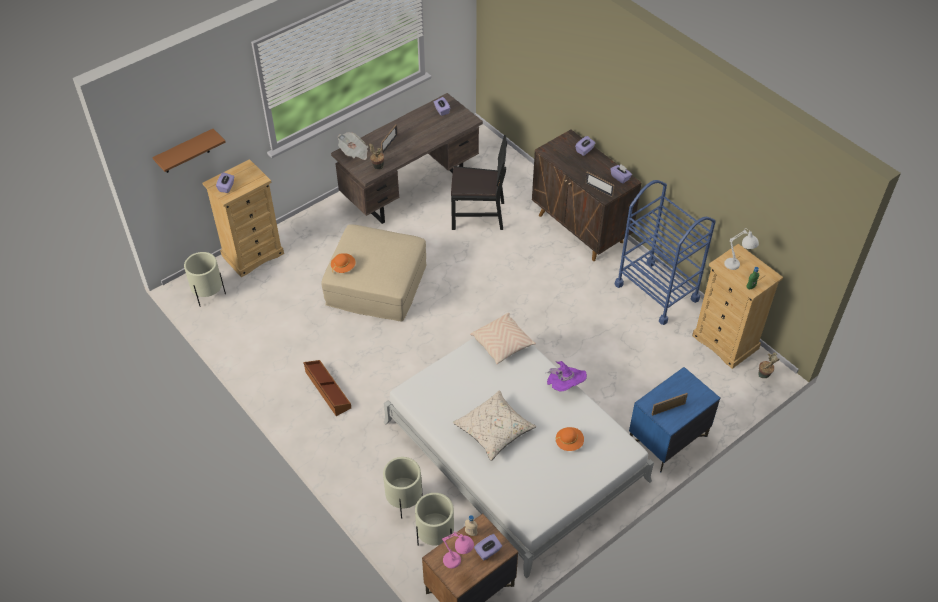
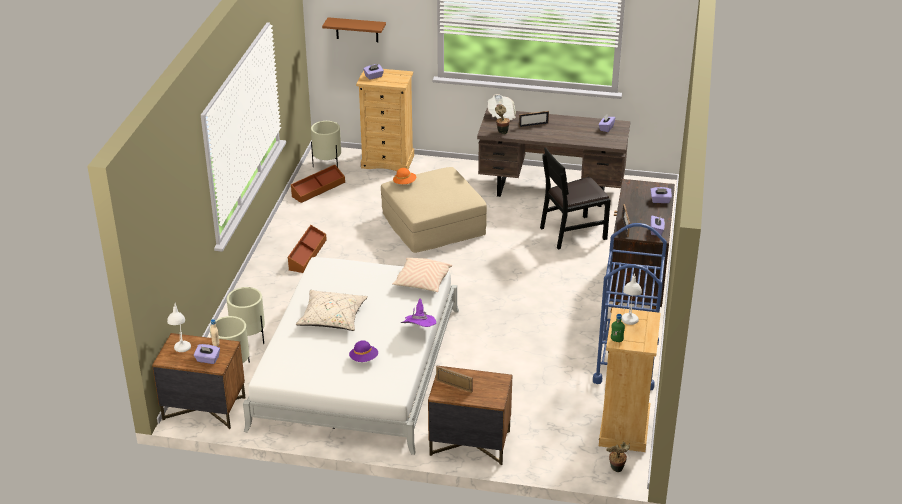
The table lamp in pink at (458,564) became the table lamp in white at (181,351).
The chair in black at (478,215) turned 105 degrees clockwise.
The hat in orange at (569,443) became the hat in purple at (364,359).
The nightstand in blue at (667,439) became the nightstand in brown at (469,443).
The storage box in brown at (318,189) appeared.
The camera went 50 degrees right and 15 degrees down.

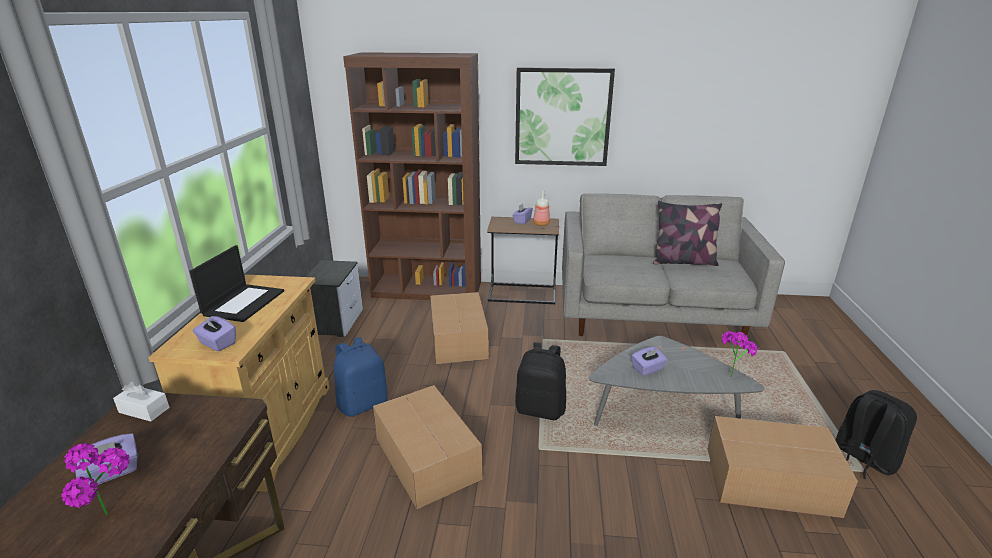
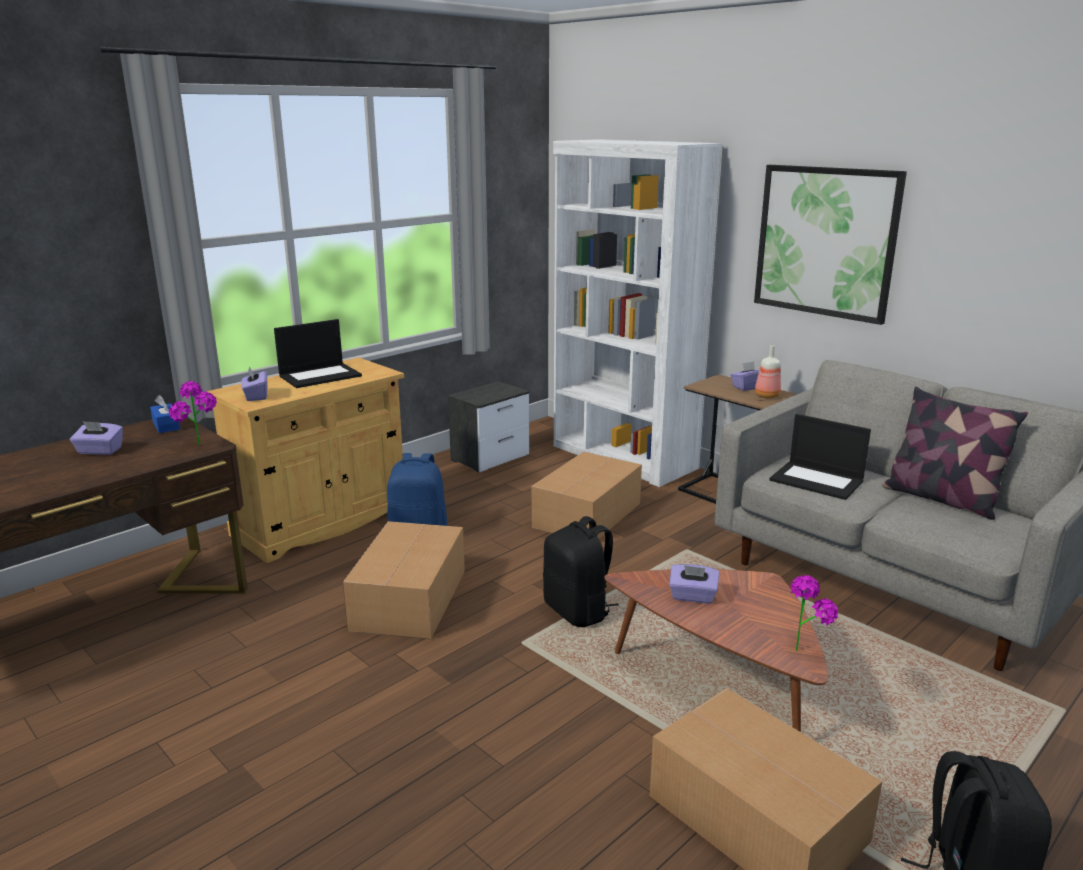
The potted plant moved from (114,517) to (200,447).
The tissue box in white at (144,410) became the tissue box in blue at (166,425).
The bookcase in brown at (427,290) became the bookcase in white at (623,457).
The coffee table in grey at (662,414) became the coffee table in brown at (720,683).
The laptop at (818,480) appeared.
The camera went 40 degrees right and 5 degrees down.

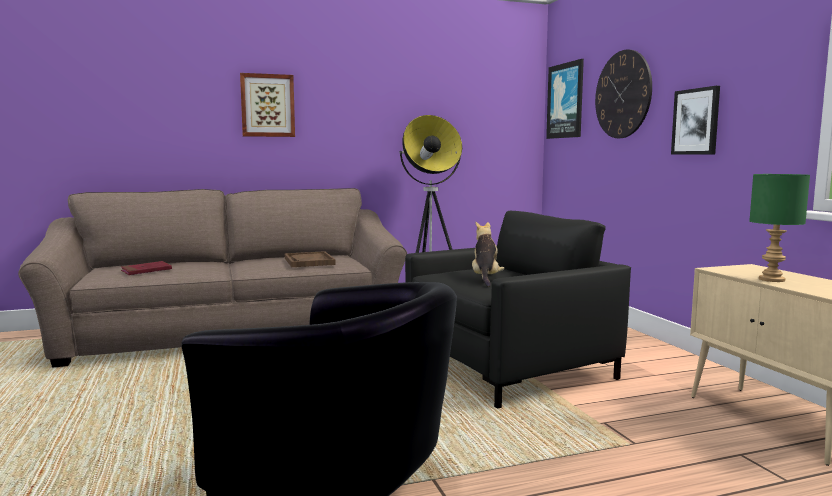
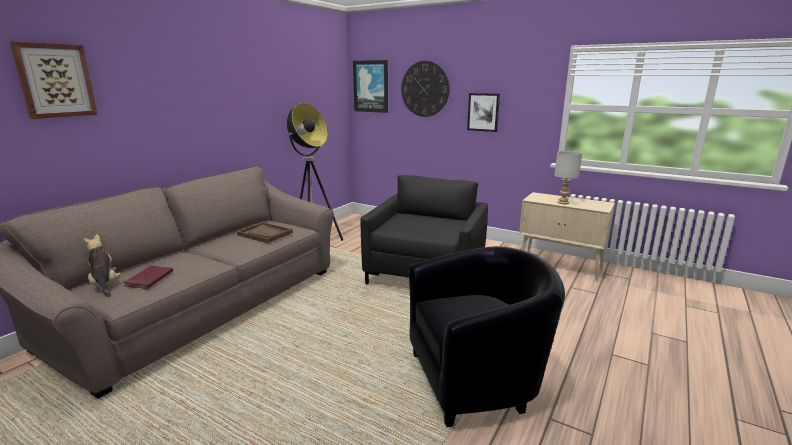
The picture moved from (267,105) to (55,81).
The plush toy moved from (485,278) to (105,284).
The table lamp in green at (771,279) became the table lamp in grey at (562,202).
The camera went 40 degrees left and 10 degrees up.

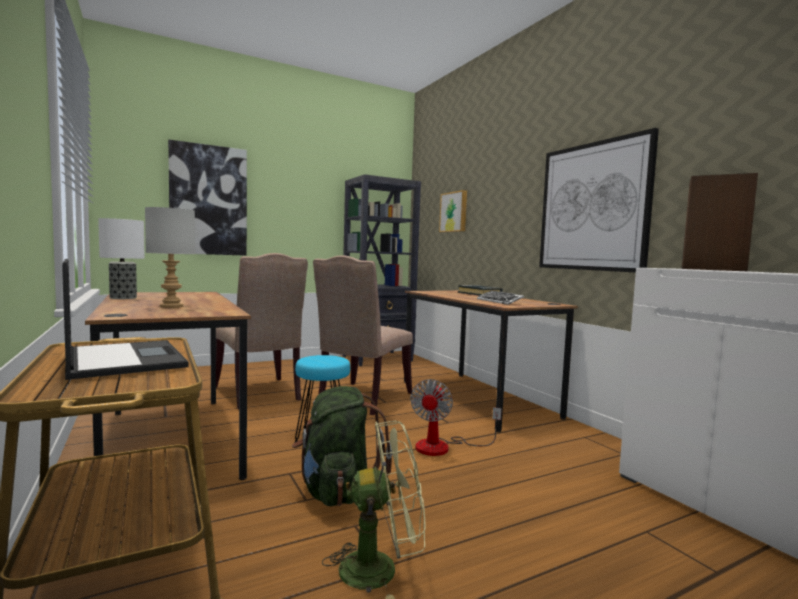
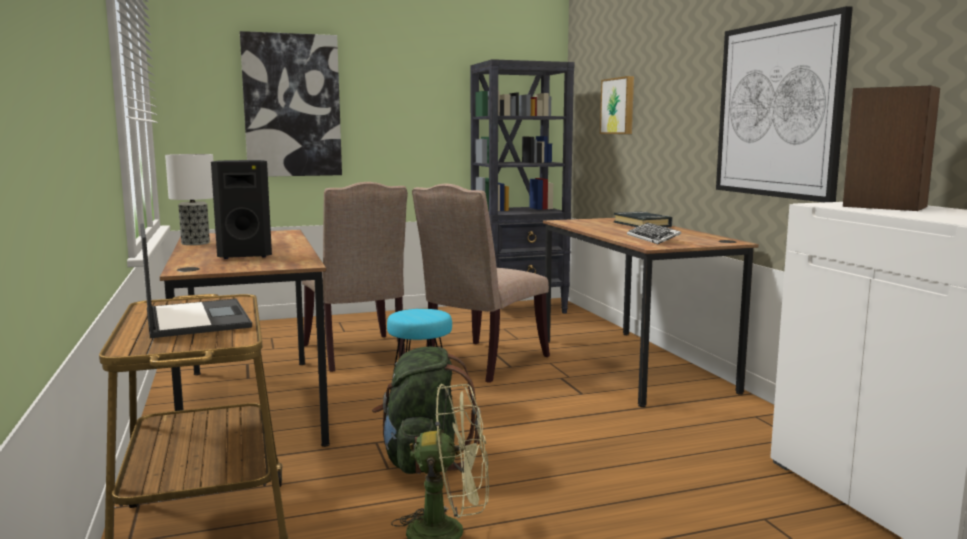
The table lamp in grey at (172,306) was replaced by the speaker in black at (246,255).
The fan at (443,447) disappeared.
The camera went 10 degrees right and 5 degrees up.

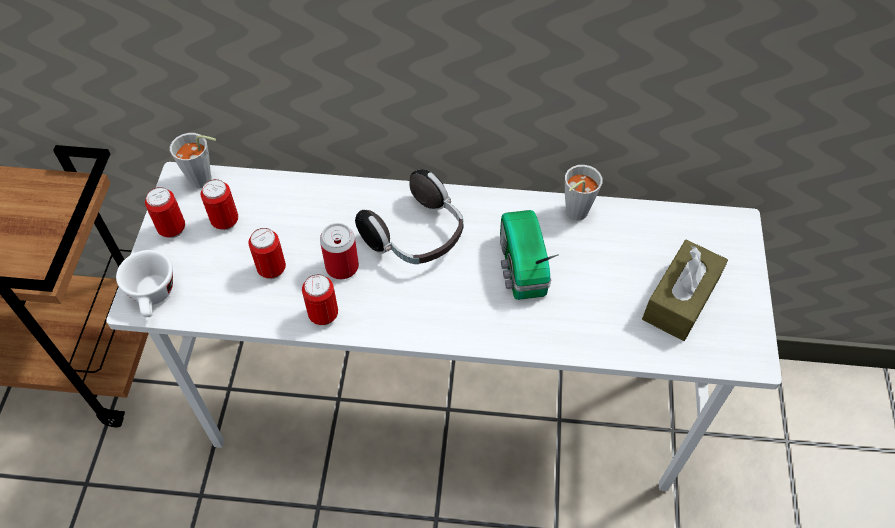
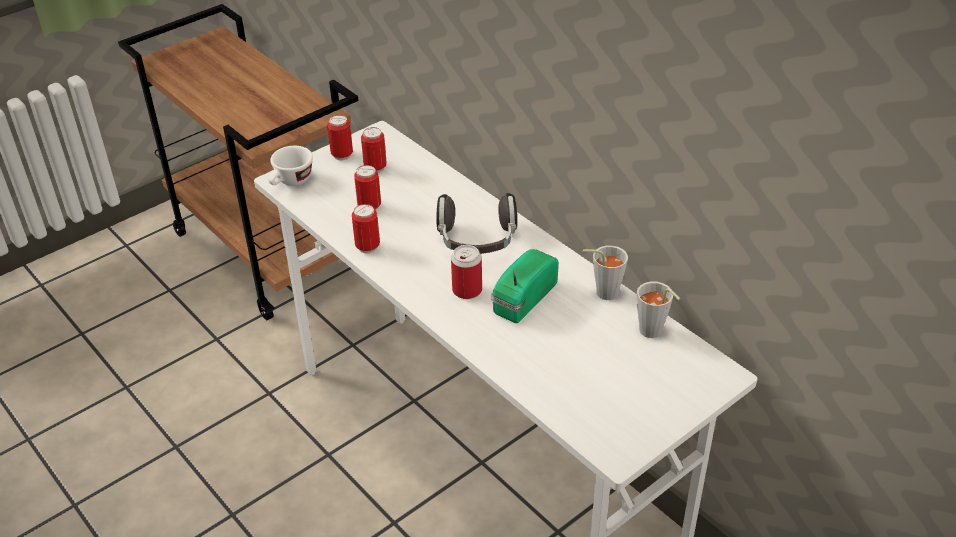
The cup in grey moved from (205,181) to (653,333).
The can moved from (342,266) to (467,290).
The tissue box in brown at (680,299) disappeared.
The camera went 45 degrees right and 15 degrees down.

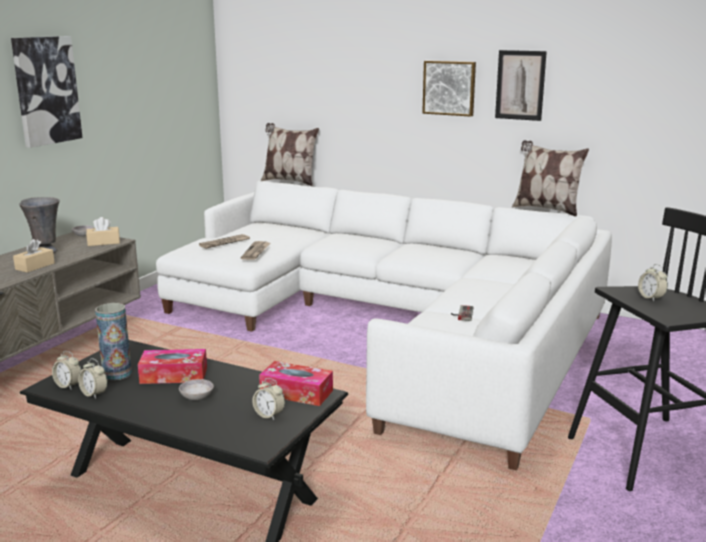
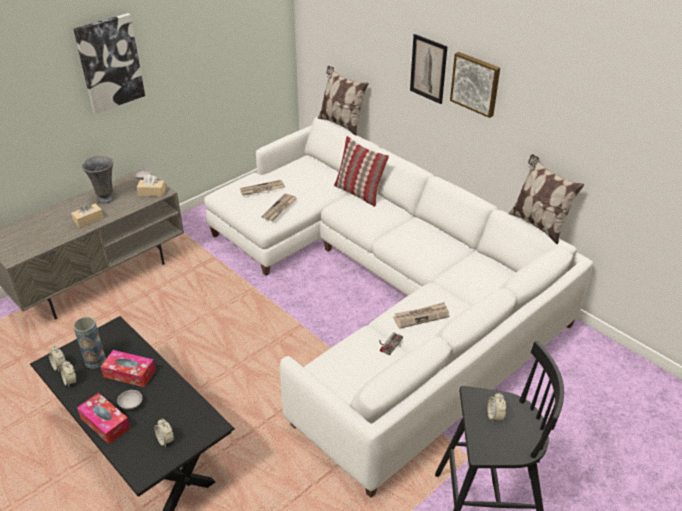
The tissue box moved from (296,392) to (105,423).
The picture moved from (520,85) to (428,69).
The pillow at (359,193) appeared.
The newspaper at (421,316) appeared.
The camera went 20 degrees right and 20 degrees up.

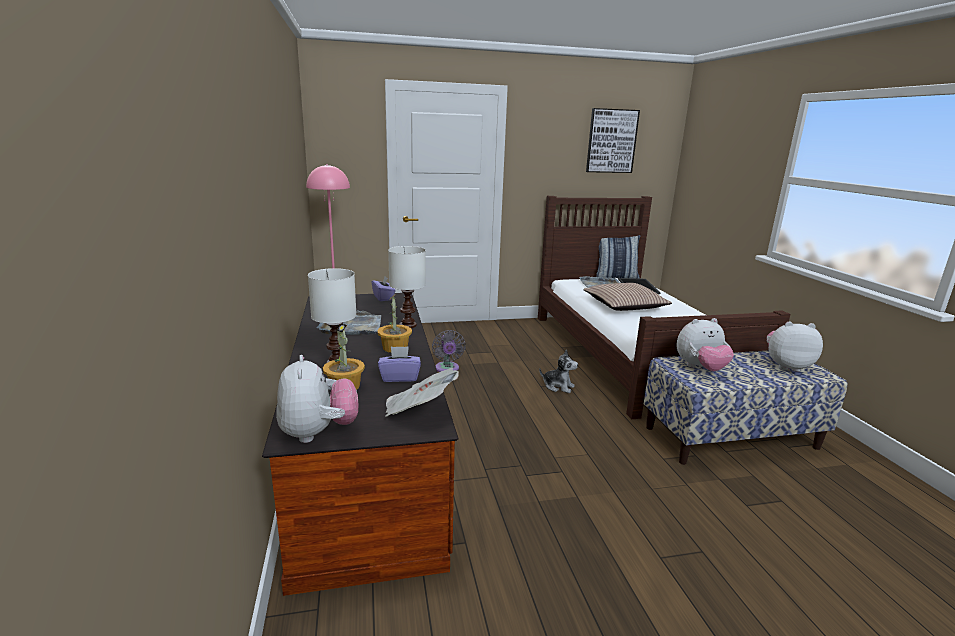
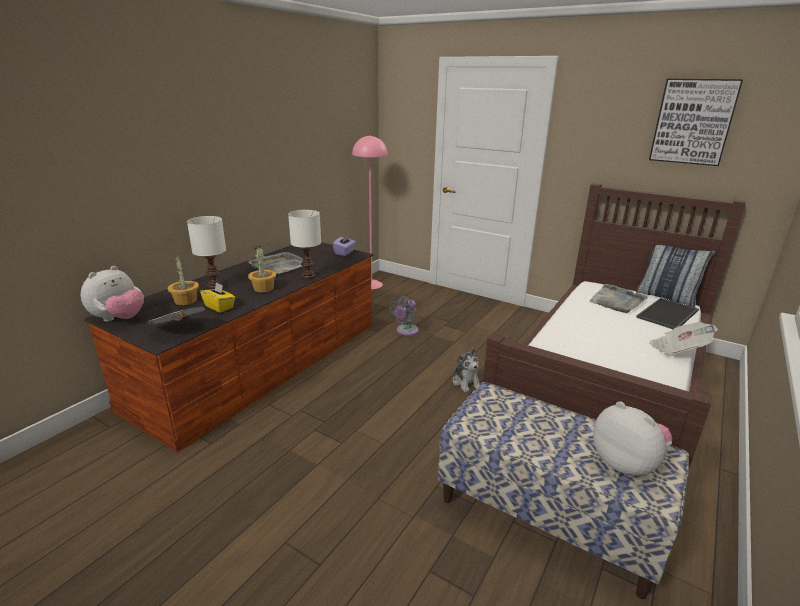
The tissue box in purple at (400,377) became the tissue box in yellow at (219,307).
The pillow at (624,305) disappeared.
The plush toy at (700,368) disappeared.
The newspaper at (678,350) appeared.
The camera went 45 degrees right and 5 degrees up.

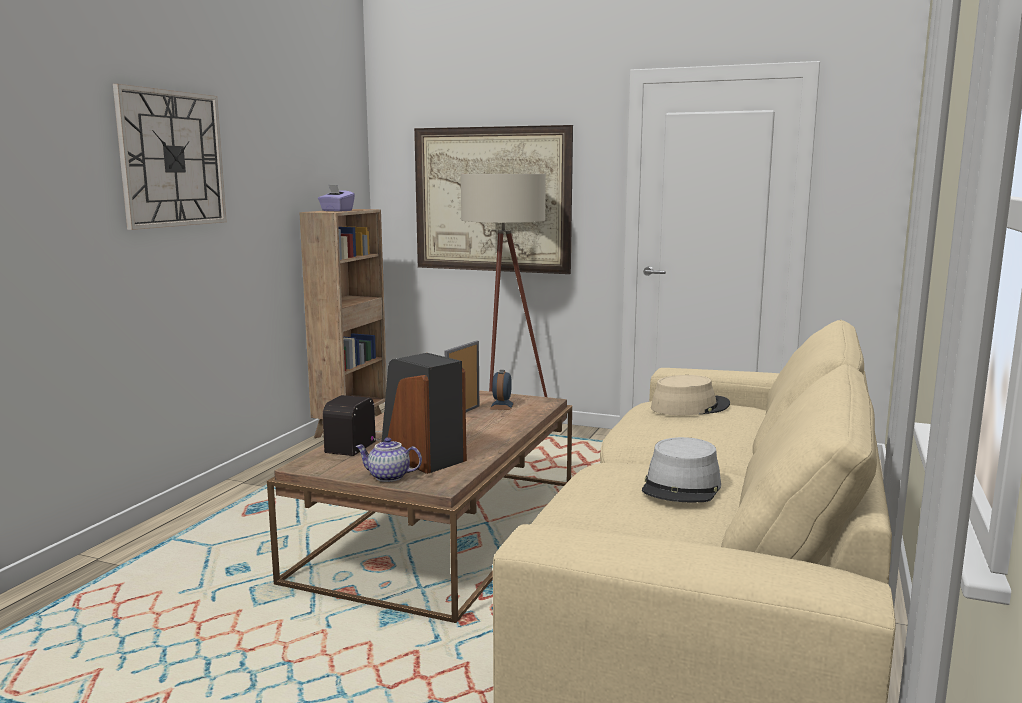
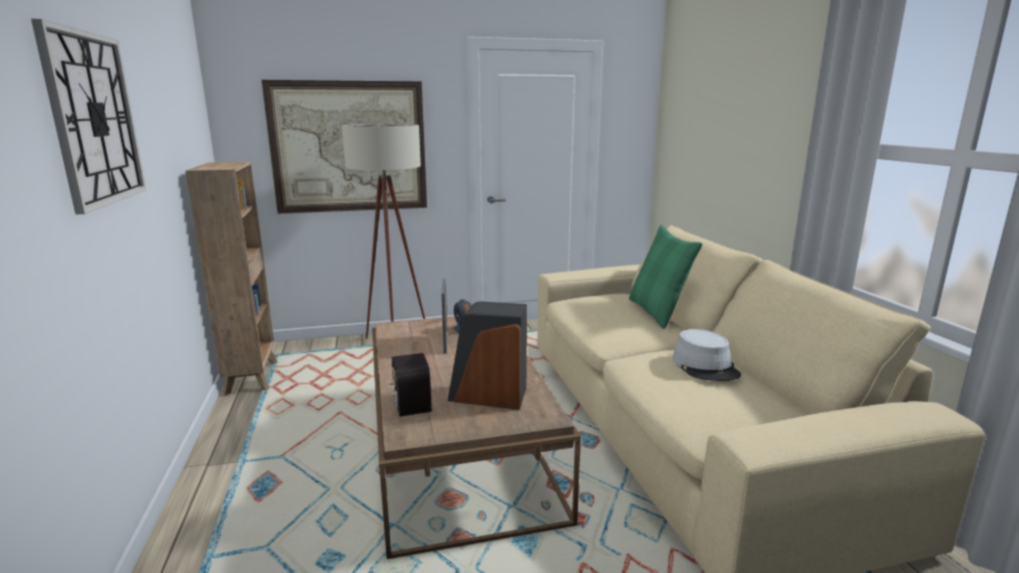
The tissue box in purple at (336,211) disappeared.
The teapot at (388,477) disappeared.
The hat in beige at (689,407) disappeared.
The pillow in green at (657,312) appeared.
The camera went 35 degrees left and 5 degrees up.

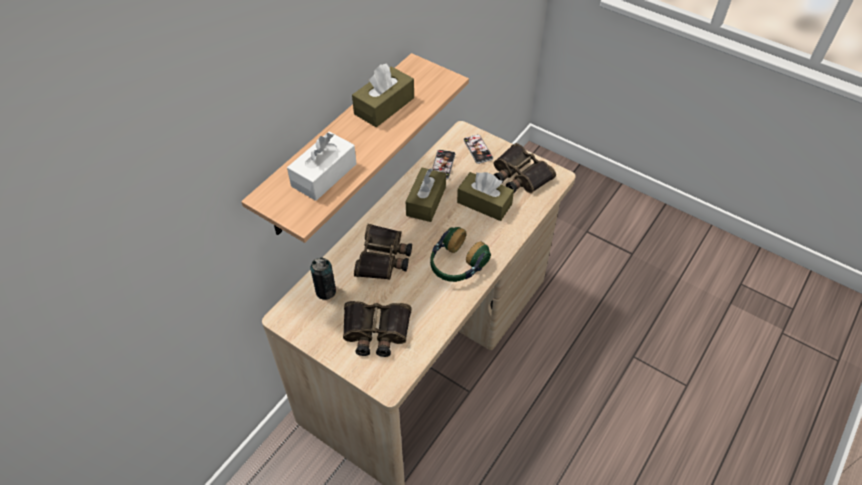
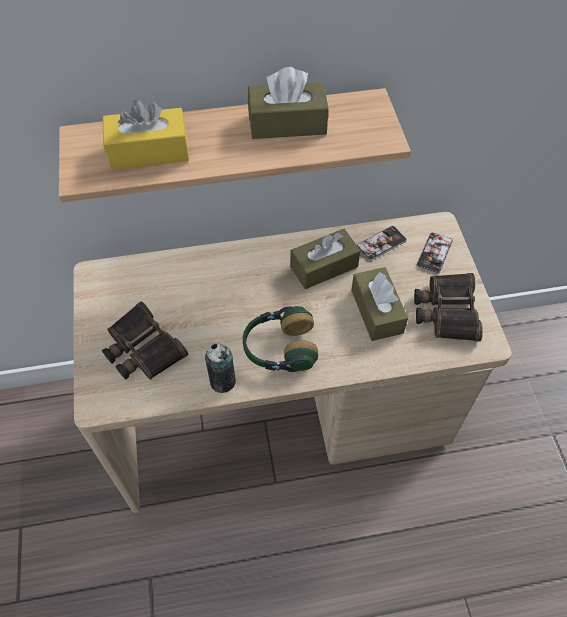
The tissue box in white at (324,175) became the tissue box in yellow at (149,151).
The can moved from (326,291) to (222,381).
The binoculars at (384,258) disappeared.
The camera went 45 degrees right and 5 degrees up.

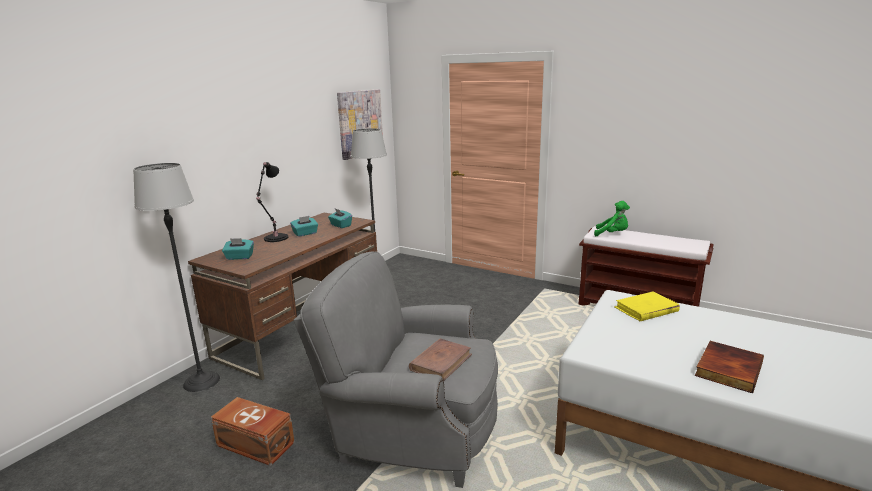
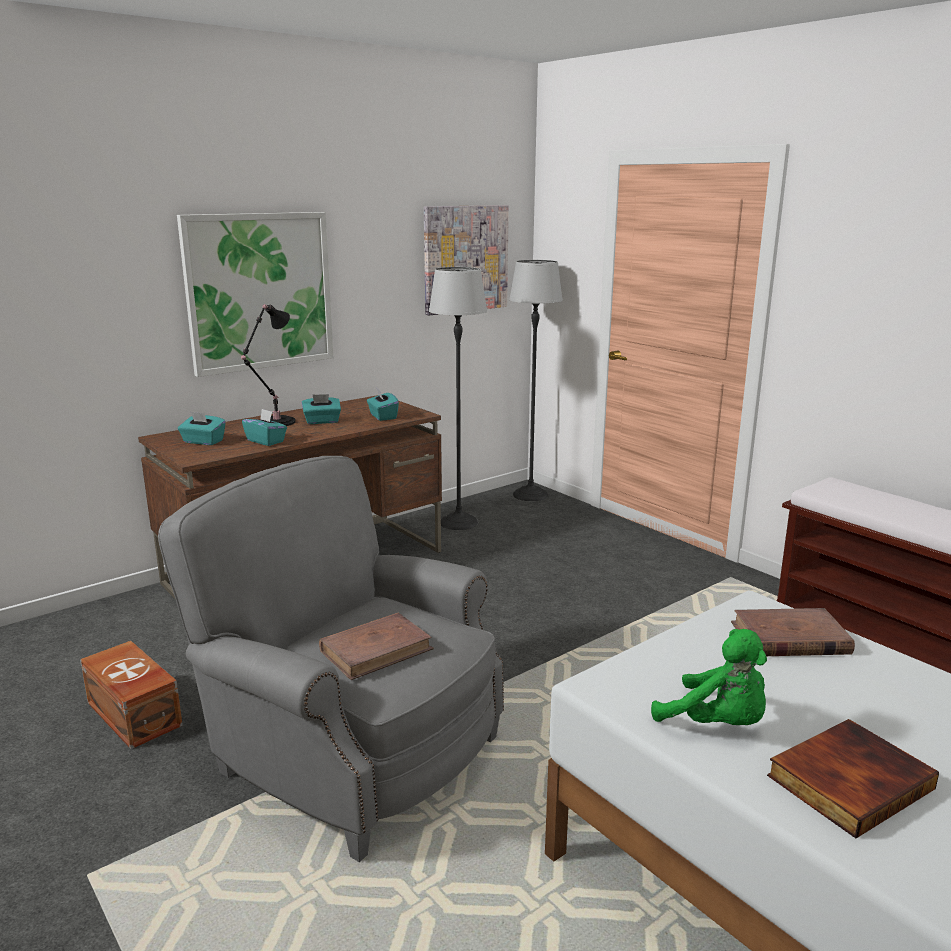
The floor lamp moved from (202,381) to (531,494).
The plush toy in green moved from (612,234) to (717,724).
The book in yellow at (646,309) became the book in brown at (789,638).
The picture at (259,291) appeared.
The tissue box in turquoise at (266,441) appeared.
The camera went 20 degrees right and 0 degrees up.

